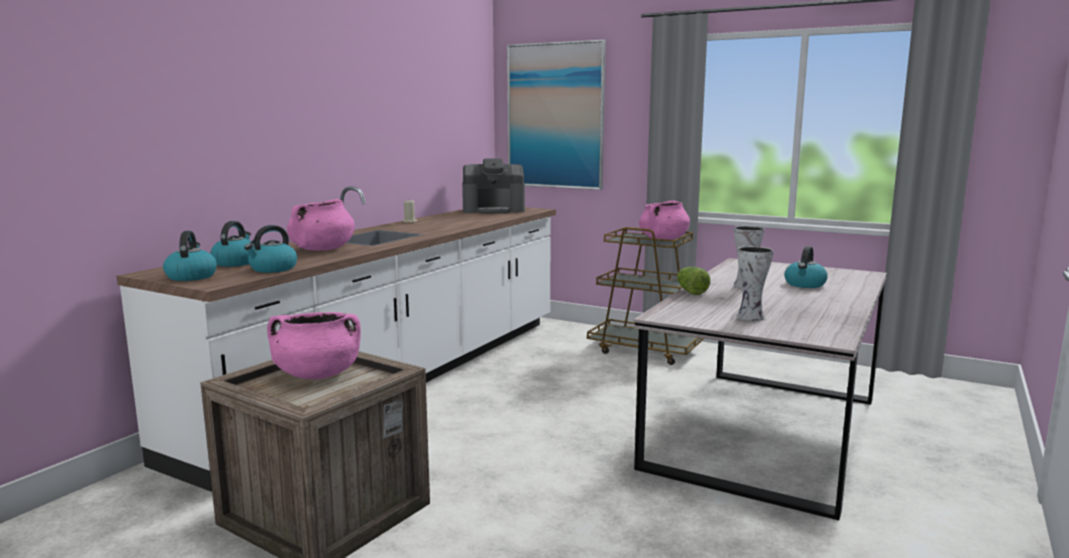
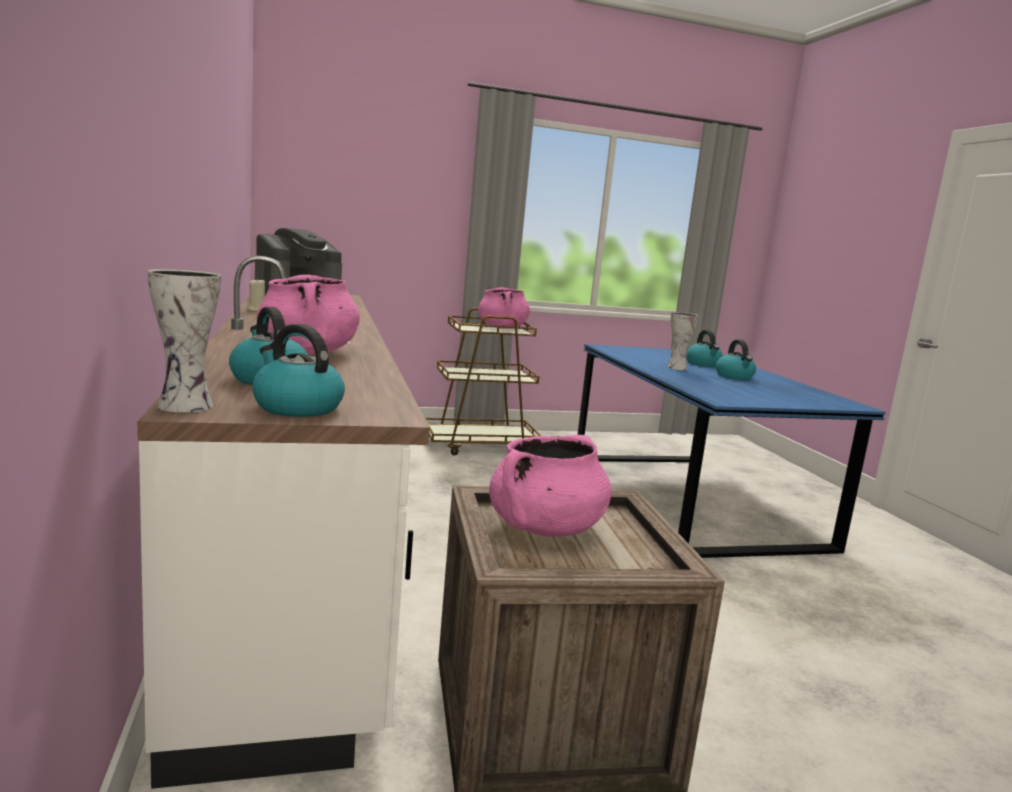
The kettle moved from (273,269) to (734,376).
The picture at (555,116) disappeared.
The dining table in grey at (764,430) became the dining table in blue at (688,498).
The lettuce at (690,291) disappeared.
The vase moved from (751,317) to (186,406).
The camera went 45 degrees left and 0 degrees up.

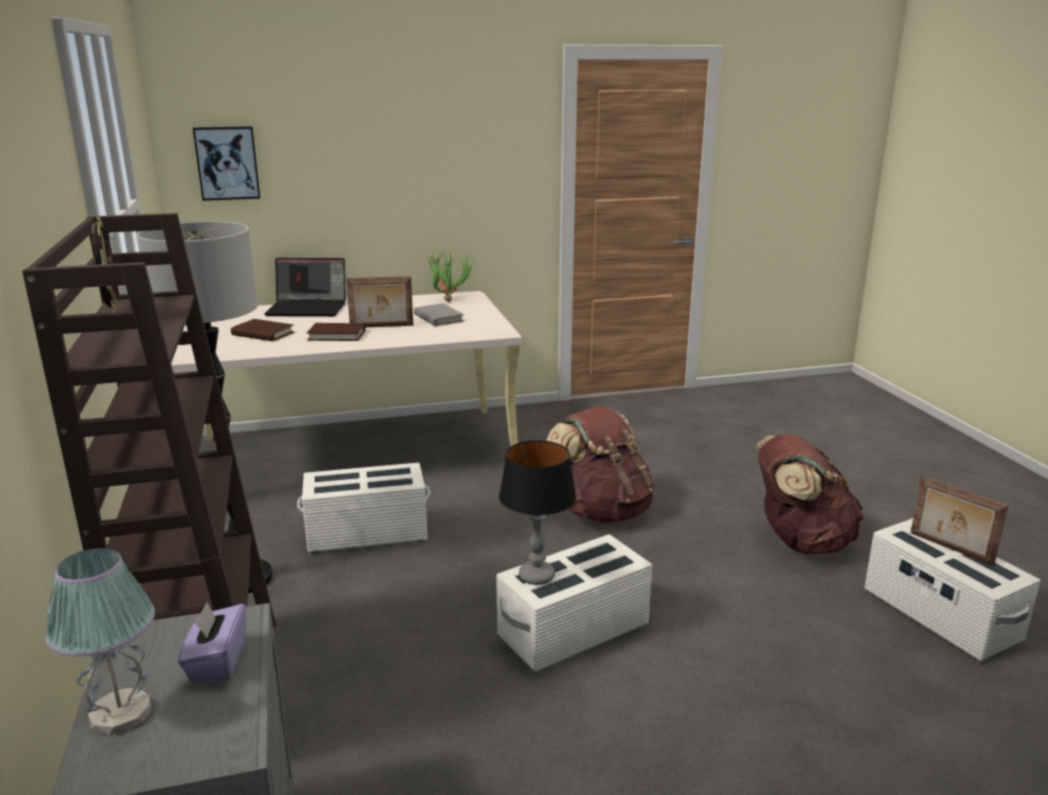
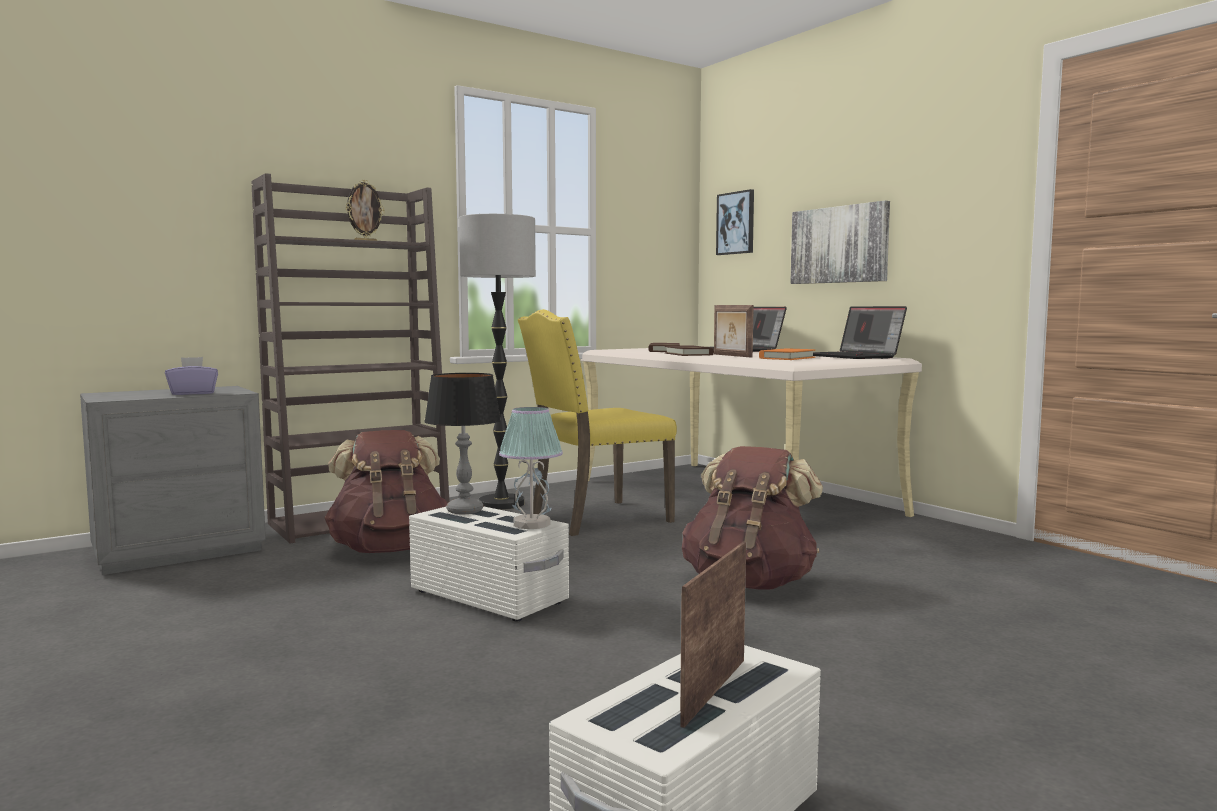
The table lamp moved from (120,715) to (531,524).
The storage box in white at (367,534) was replaced by the chair in yellow at (596,518).
The book in grey at (438,318) became the book in orange at (787,358).
The potted plant at (448,299) was replaced by the laptop at (854,357).
The backpack in brown moved from (800,541) to (389,550).
The picture at (839,245) appeared.
The camera went 70 degrees right and 15 degrees down.

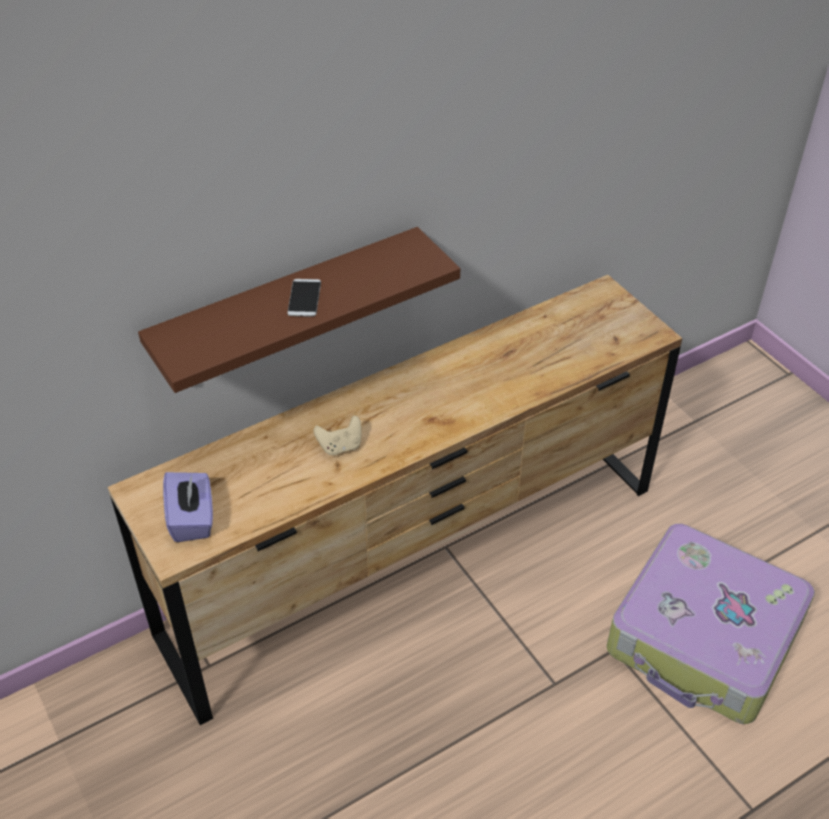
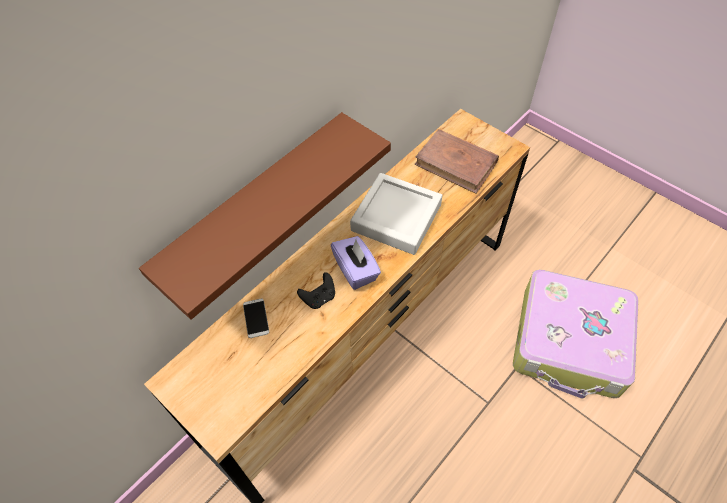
The tissue box in purple moved from (192,519) to (356,270).
The phone moved from (304,298) to (256,318).
The game controller in beige at (340,446) became the game controller in black at (319,298).
The tray in grey at (396,217) appeared.
The book in brown at (456,163) appeared.
The camera went 15 degrees left and 10 degrees up.

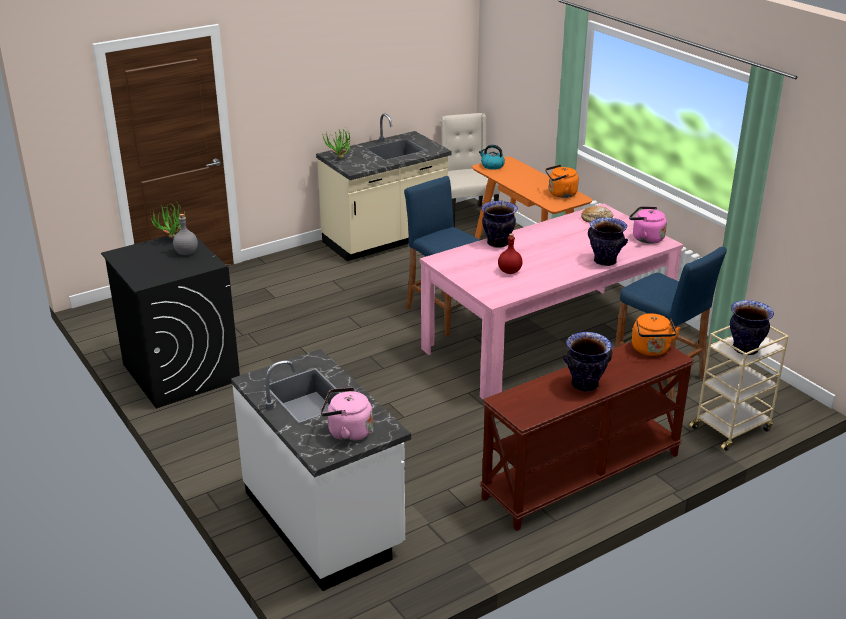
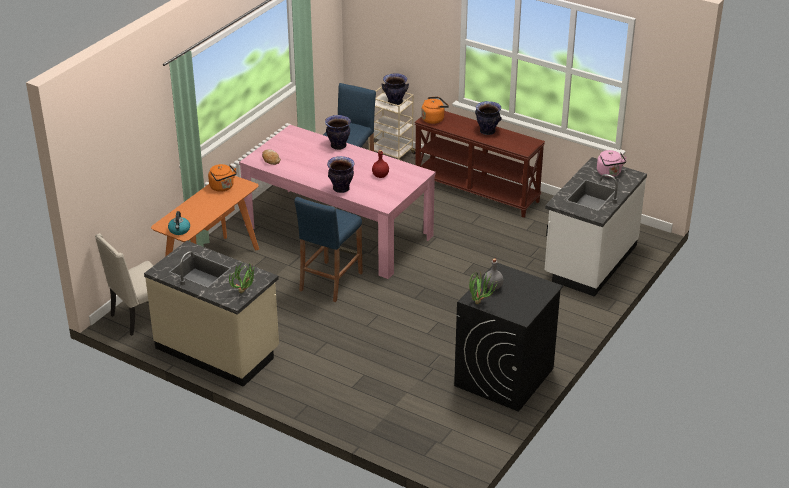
The kettle in pink at (645,238) disappeared.
The camera went 115 degrees left and 5 degrees up.

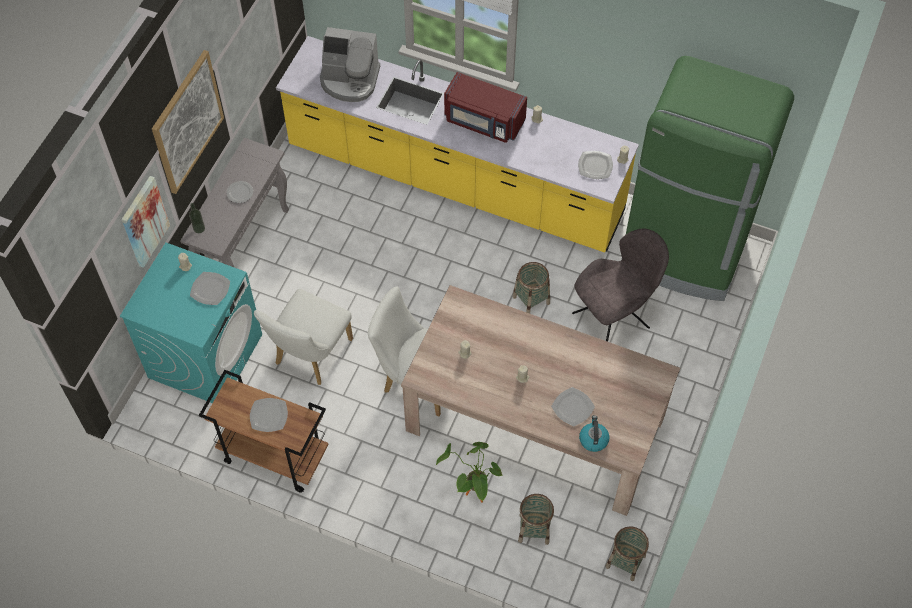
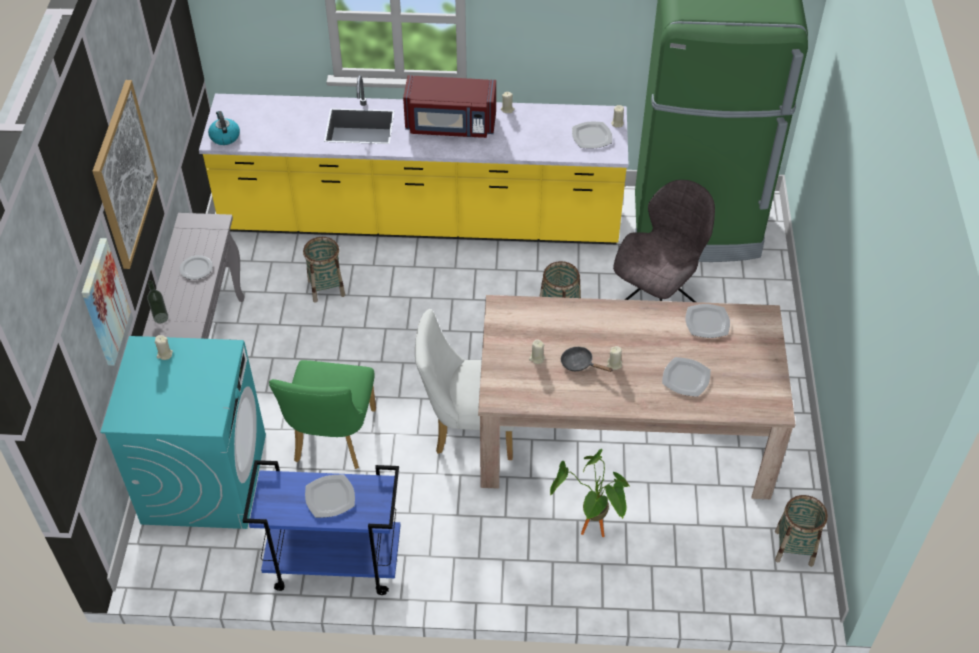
The plate moved from (210,289) to (707,323).
The cart in brown at (273,455) became the cart in blue at (333,564).
The chair in white at (310,355) became the chair in green at (332,441).
The coffee machine at (350,80) disappeared.
The basket moved from (534,529) to (326,288).
The kettle moved from (593,439) to (224,136).
The frying pan in black at (580,364) appeared.
The camera went 20 degrees left and 10 degrees down.

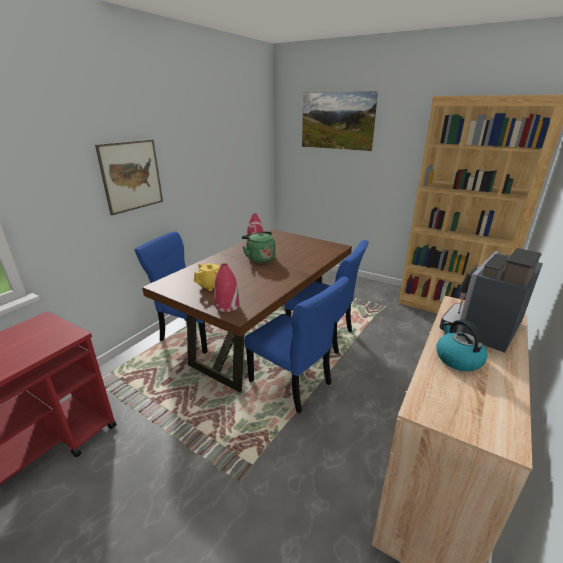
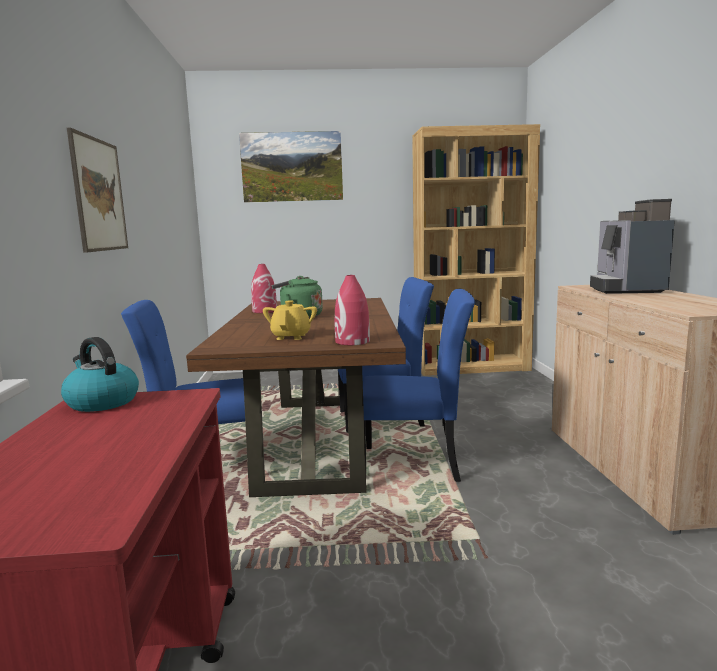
The kettle moved from (457,358) to (101,402).
The camera went 35 degrees left and 15 degrees down.

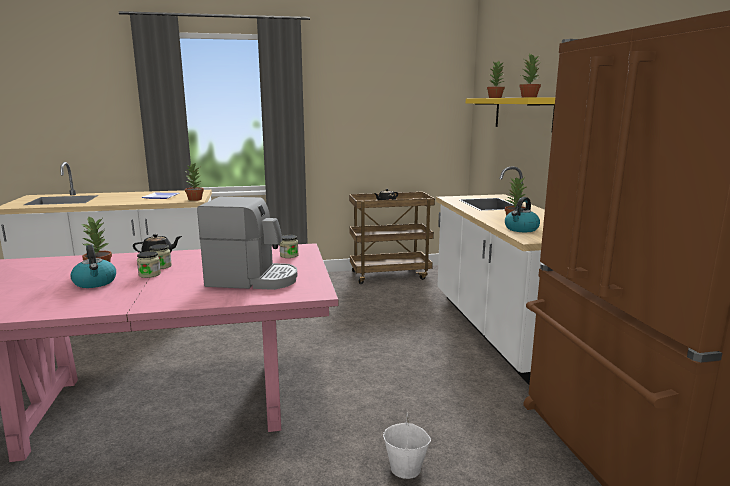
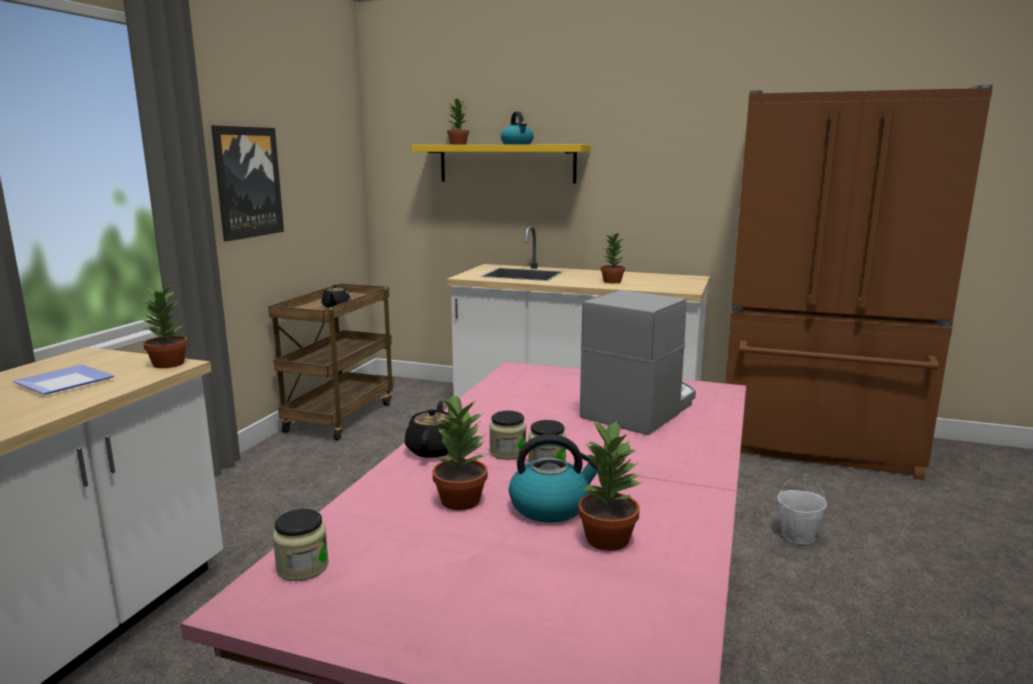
The jar moved from (289,255) to (302,567).
The kettle moved from (521,229) to (517,144).
The potted plant moved from (529,97) to (607,538).
The picture at (247,182) appeared.
The camera went 60 degrees left and 0 degrees up.

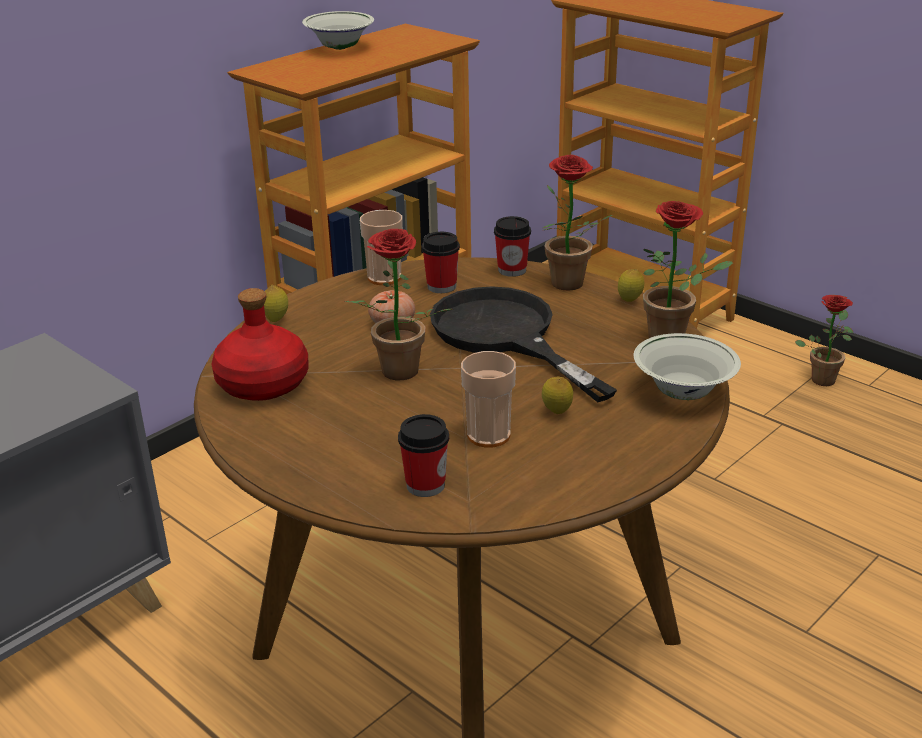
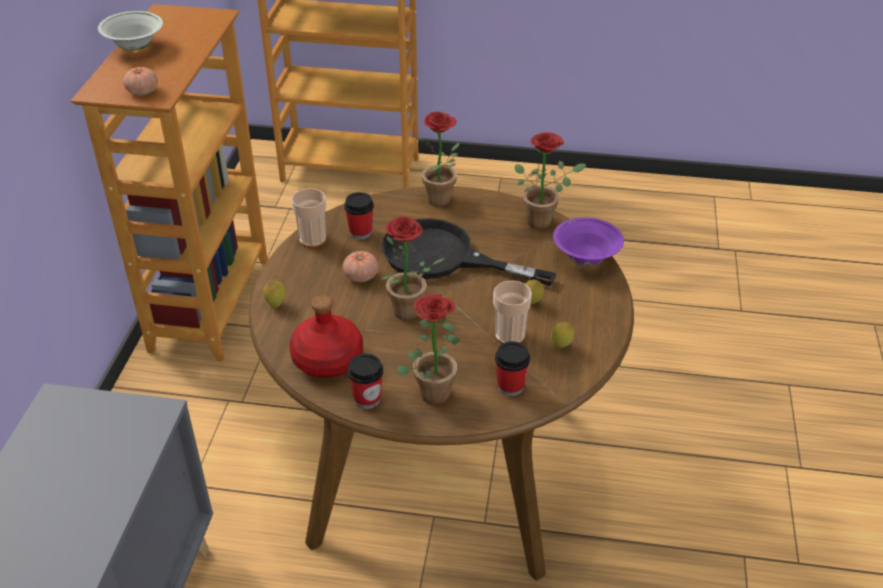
The cup moved from (512,270) to (367,399).
The lemon moved from (629,301) to (561,346).
The bowl in white at (683,393) became the bowl in purple at (585,259).
The potted plant moved from (823,377) to (432,389).
The tomato at (142,91) appeared.
The camera went 35 degrees left and 10 degrees up.

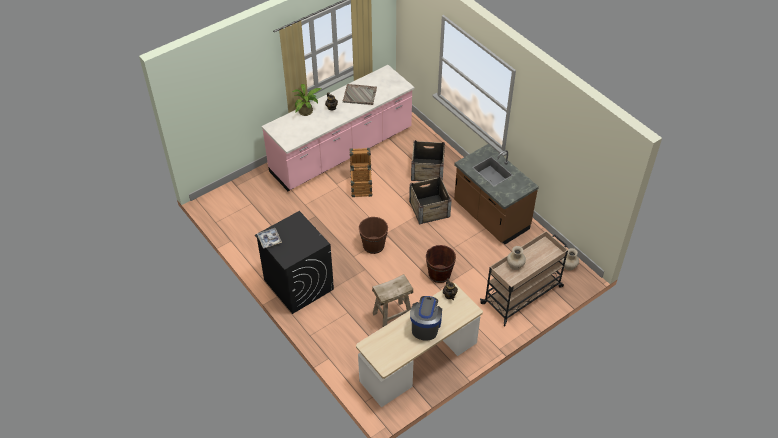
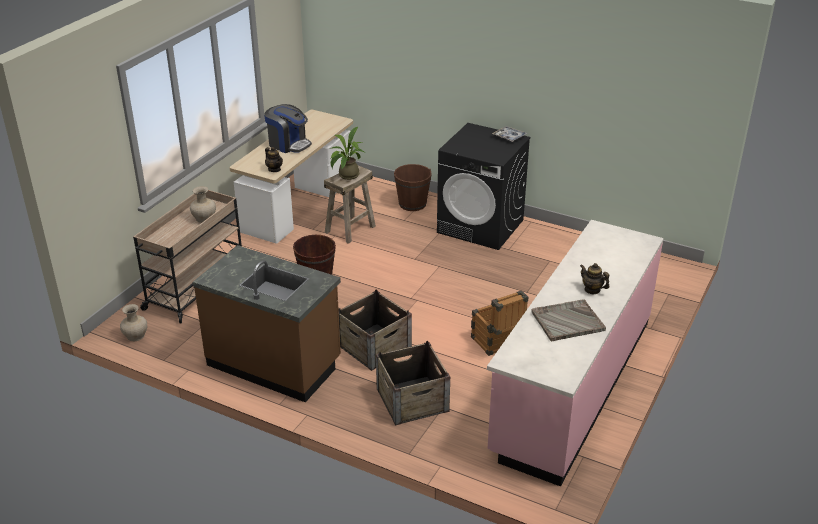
The potted plant moved from (307,111) to (346,176).
The bucket in brown moved from (373,245) to (412,204).
The coffee machine at (425,326) turned 45 degrees counterclockwise.
The camera went 155 degrees right and 15 degrees down.

